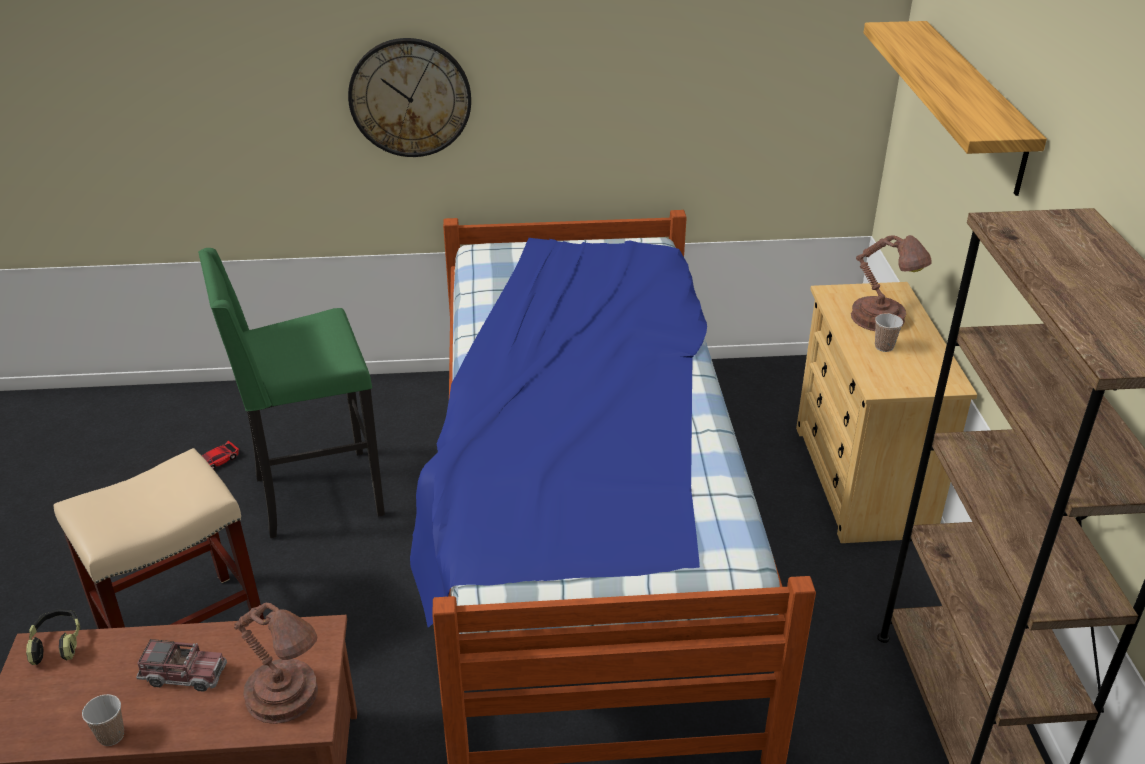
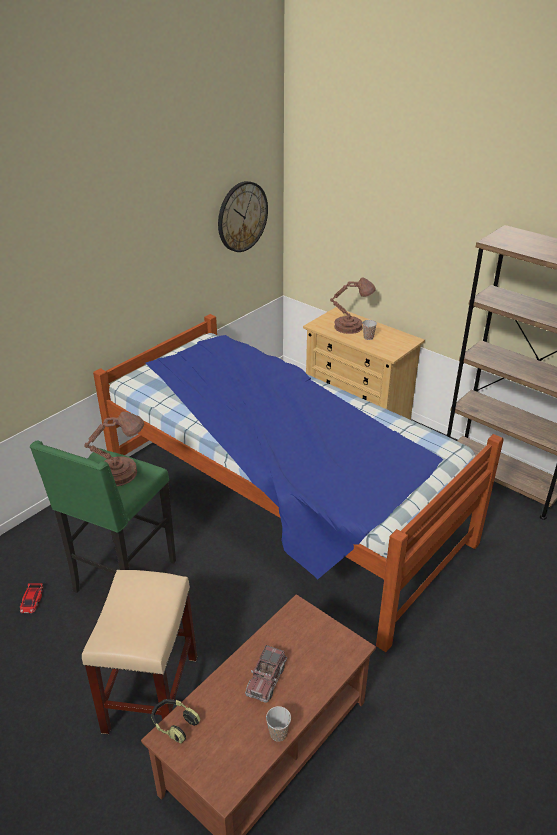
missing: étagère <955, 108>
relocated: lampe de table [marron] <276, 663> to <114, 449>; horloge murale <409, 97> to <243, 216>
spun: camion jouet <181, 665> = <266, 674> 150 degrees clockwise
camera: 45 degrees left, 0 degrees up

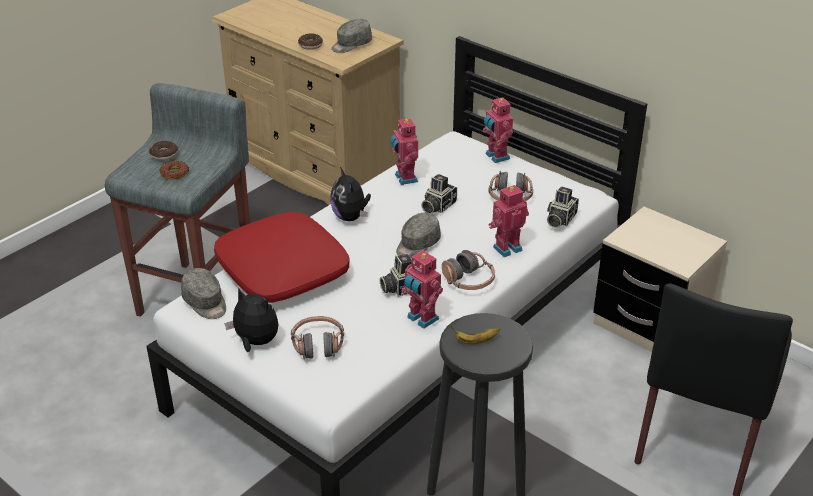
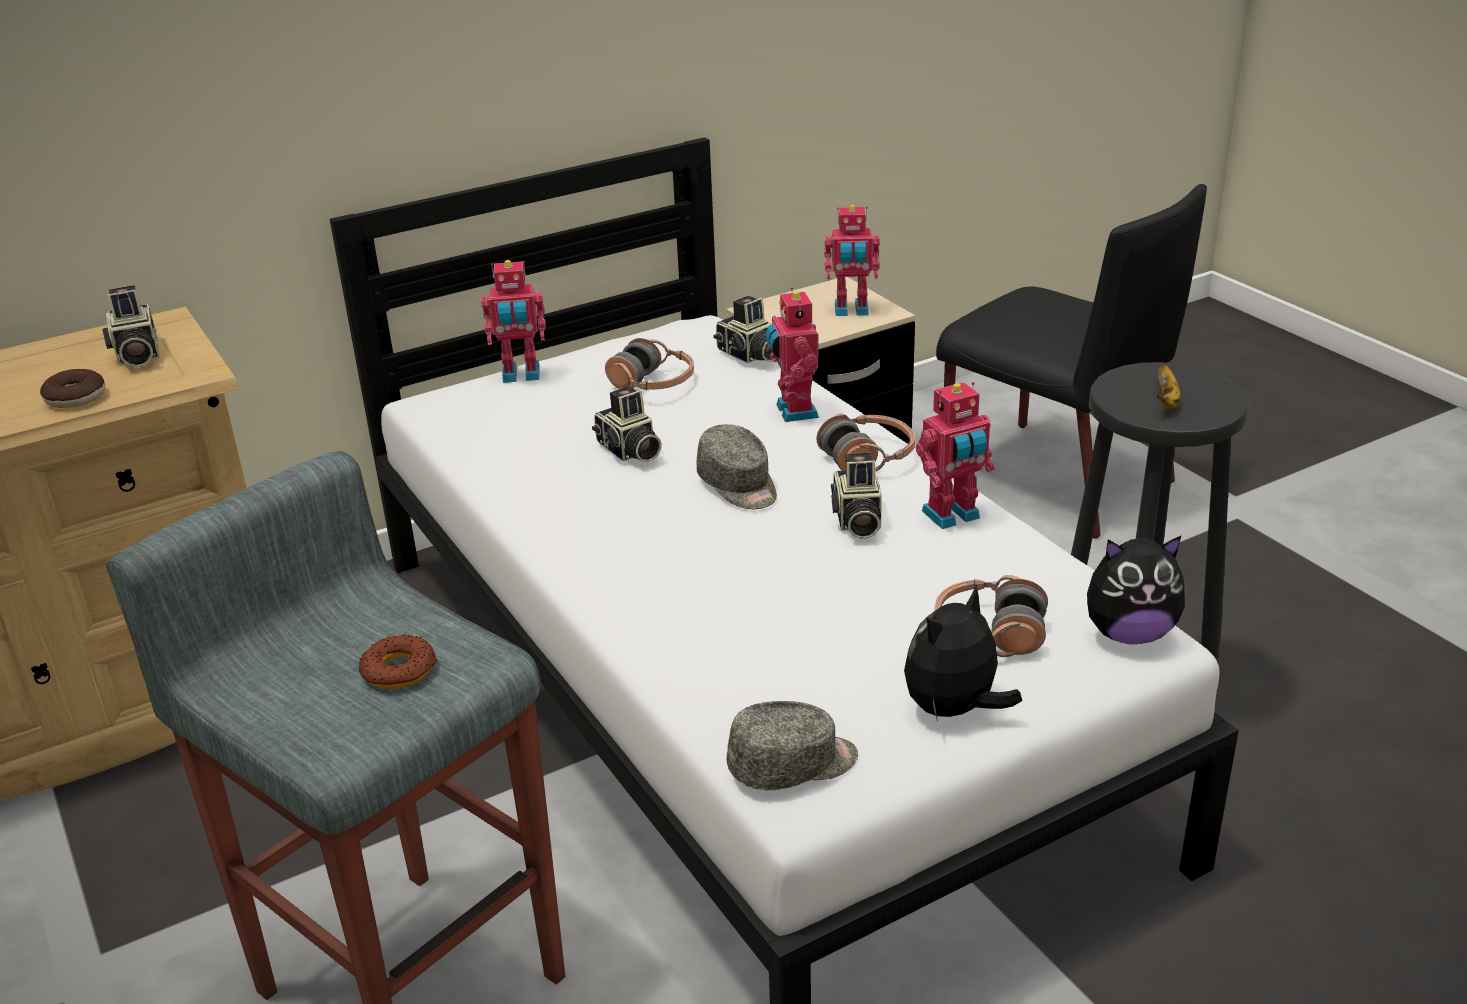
missing: beignet <163, 151>; coussin [rouge] <282, 257>
relocated: peluche <350, 194> to <1136, 590>; robot jouet <404, 150> to <852, 260>
exchanged: casquette [gris] <351, 36> to appareil photo <131, 326>
camera: 70 degrees left, 5 degrees down

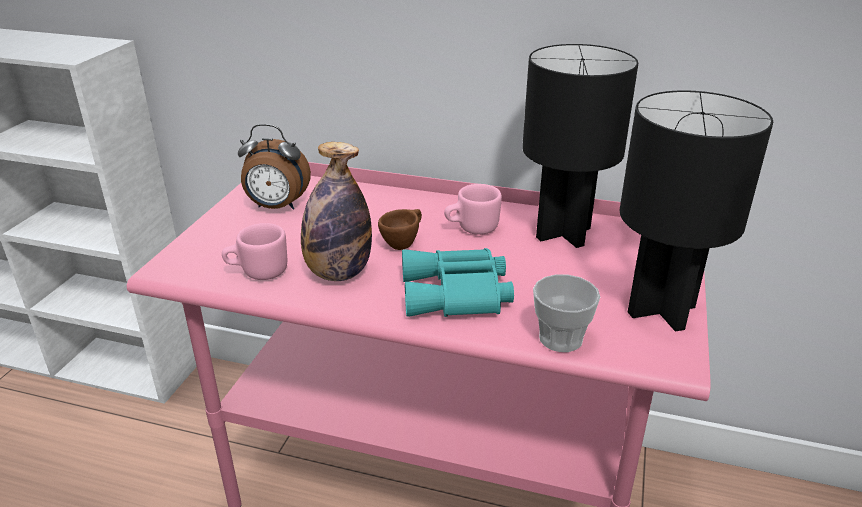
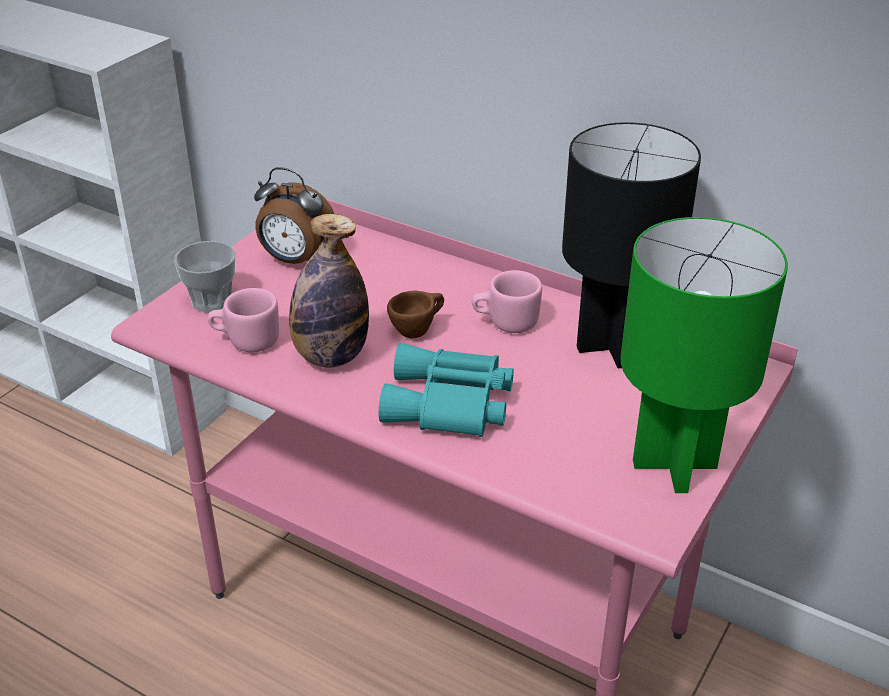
relocated: tasse <566, 313> to <205, 276>
colour: lampe de table [noir] <696, 211> to lampe de table [vert] <704, 355>
camera: 15 degrees right, 5 degrees up

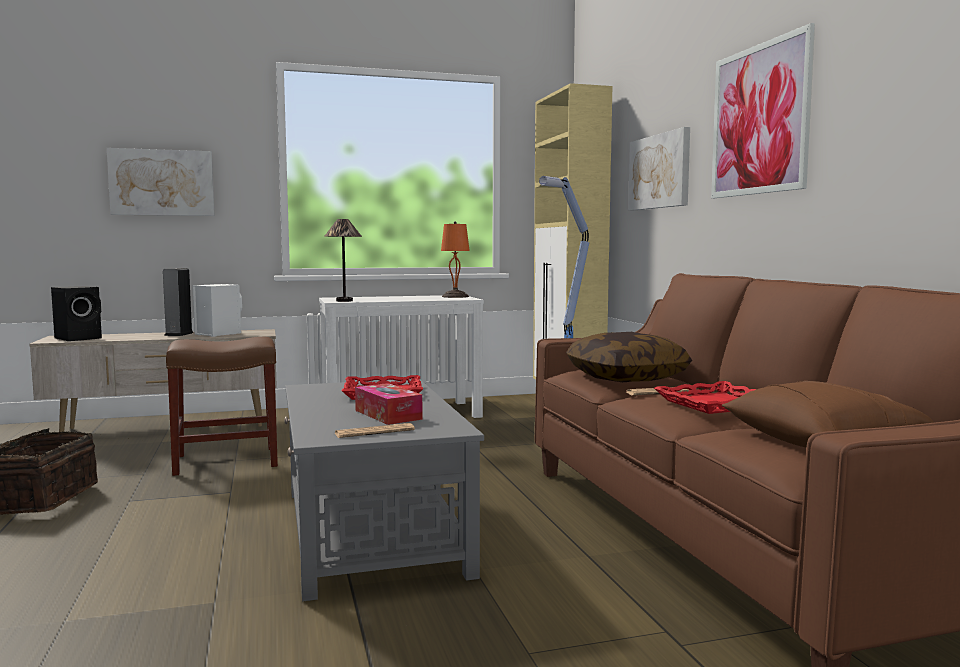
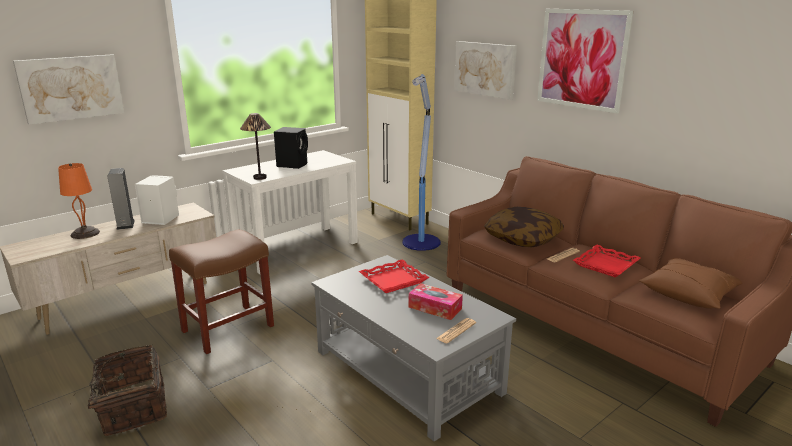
relocated: enceinte [noir] <76, 313> to <291, 148>; lampe de table [orange] <455, 259> to <79, 201>
camera: 25 degrees left, 15 degrees up

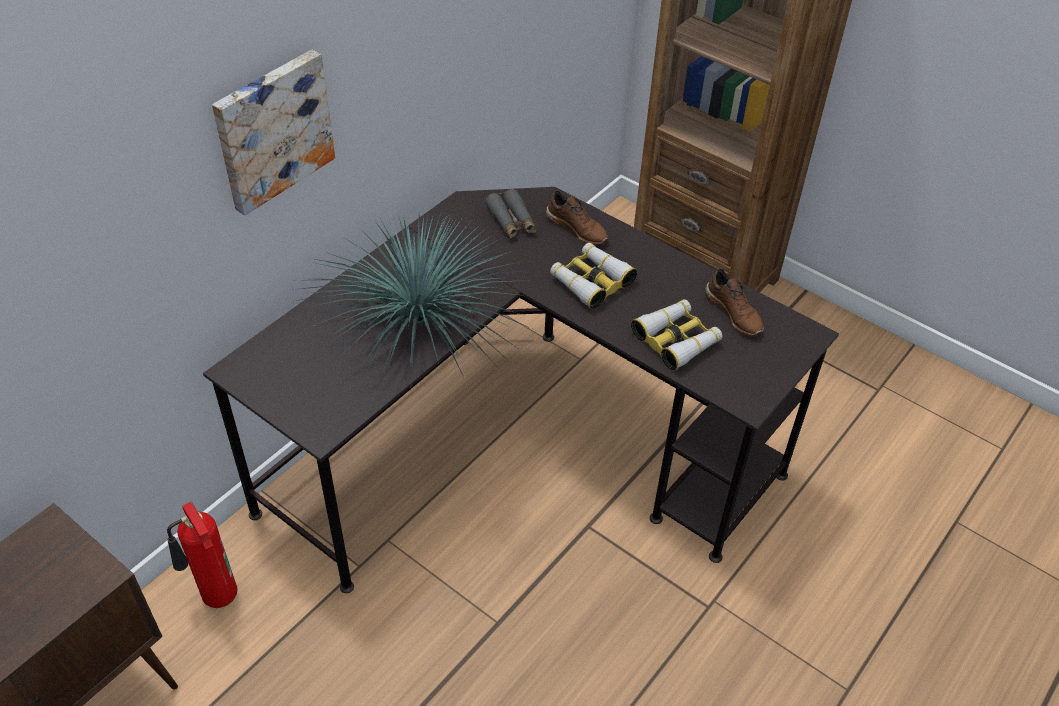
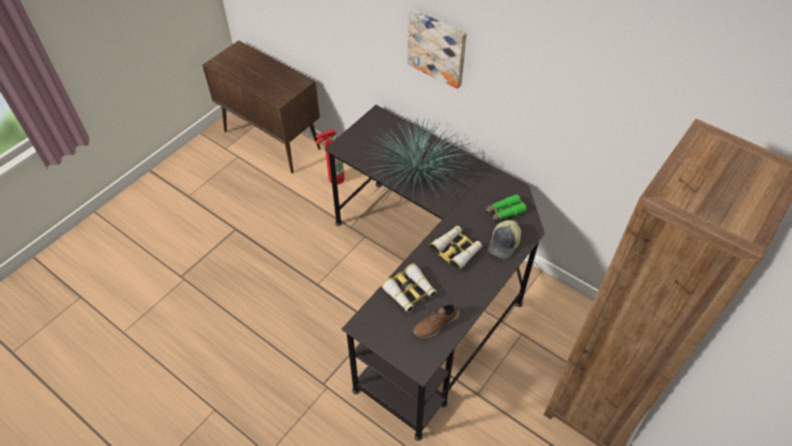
exchanged: chaussure [marron] <577, 217> to casquette <504, 239>
colour: jumelles [gris] <511, 214> to jumelles [vert] <506, 207>
camera: 90 degrees right, 5 degrees up

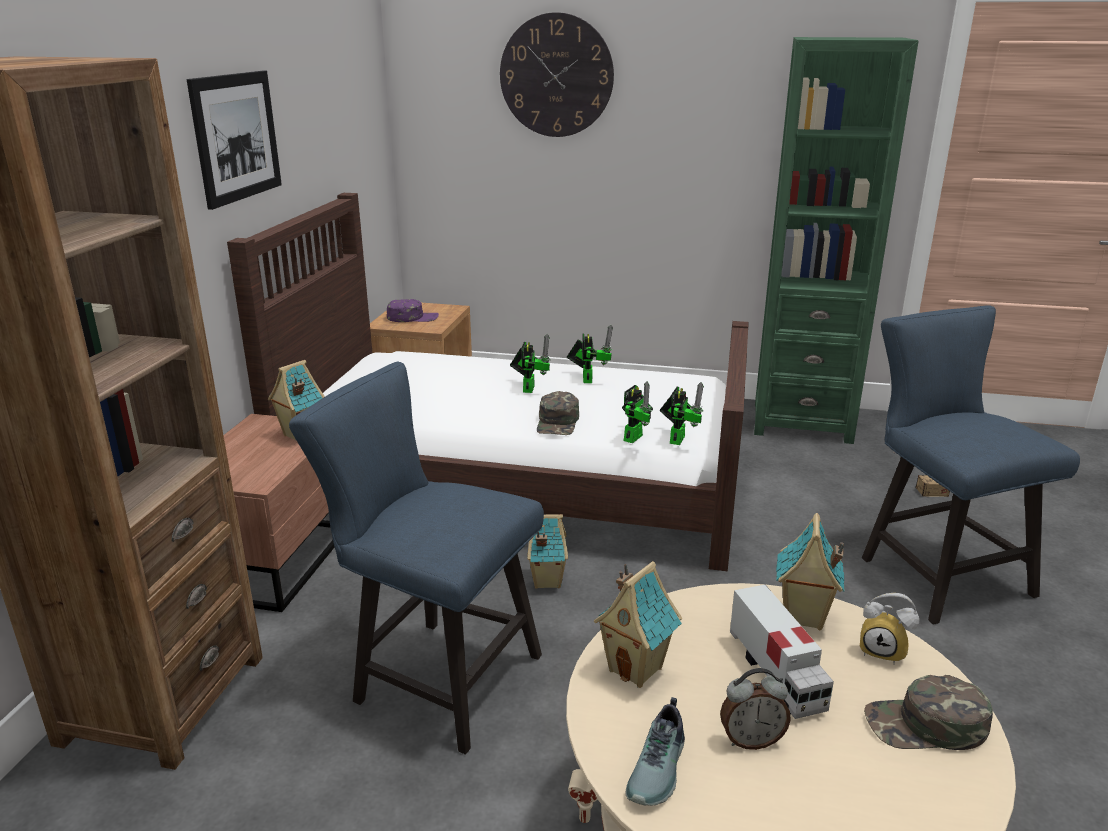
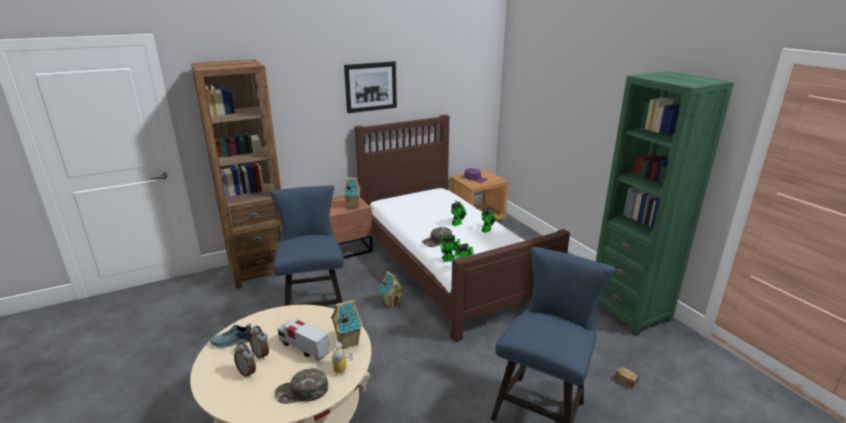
missing: horloge murale <557, 74>; maison miniature <638, 624>
appeared: réveil <245, 360>
spun: camion jouet <782, 652> = <304, 340> 90 degrees clockwise; casquette [vert] <928, 712> = <301, 386> 60 degrees counterclockwise
camera: 50 degrees right, 0 degrees up

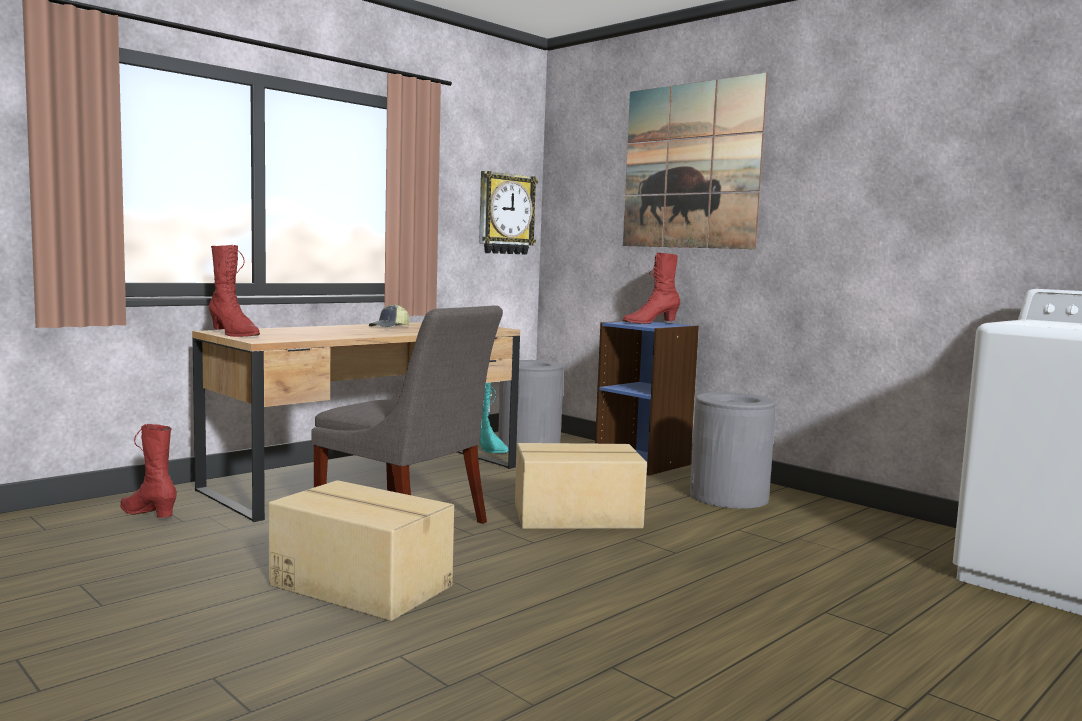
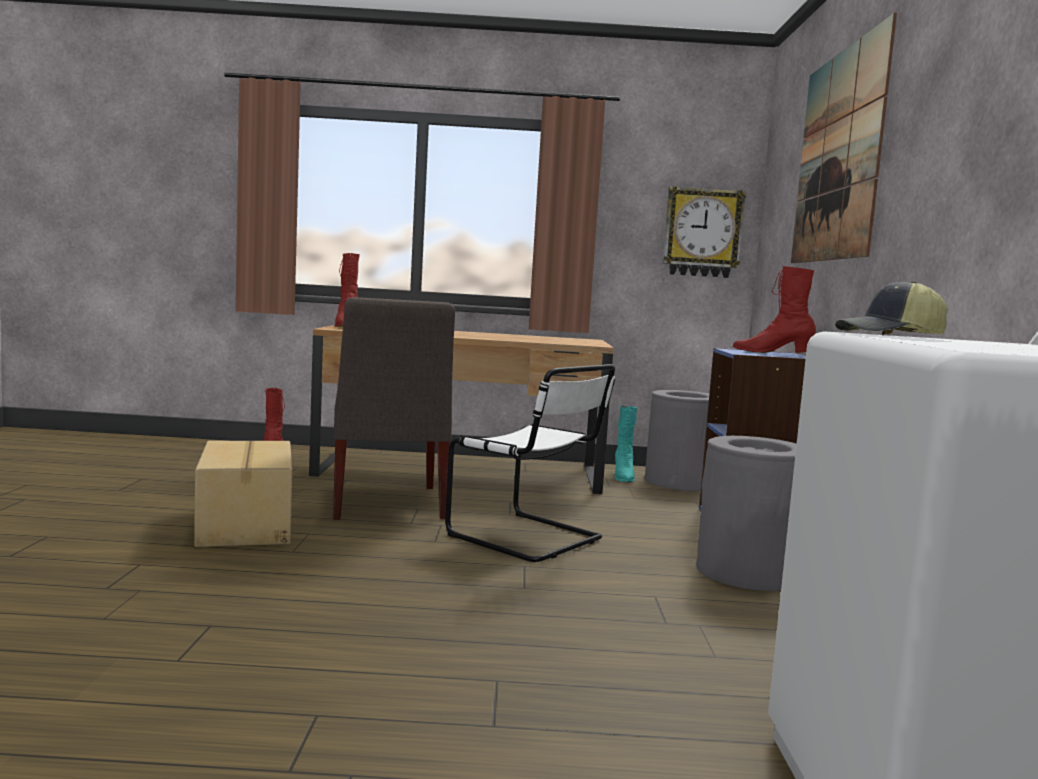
relocated: casquette <389, 316> to <891, 308>
exchanged: carton <581, 486> to chaise [blanc] <530, 463>
camera: 45 degrees right, 0 degrees up

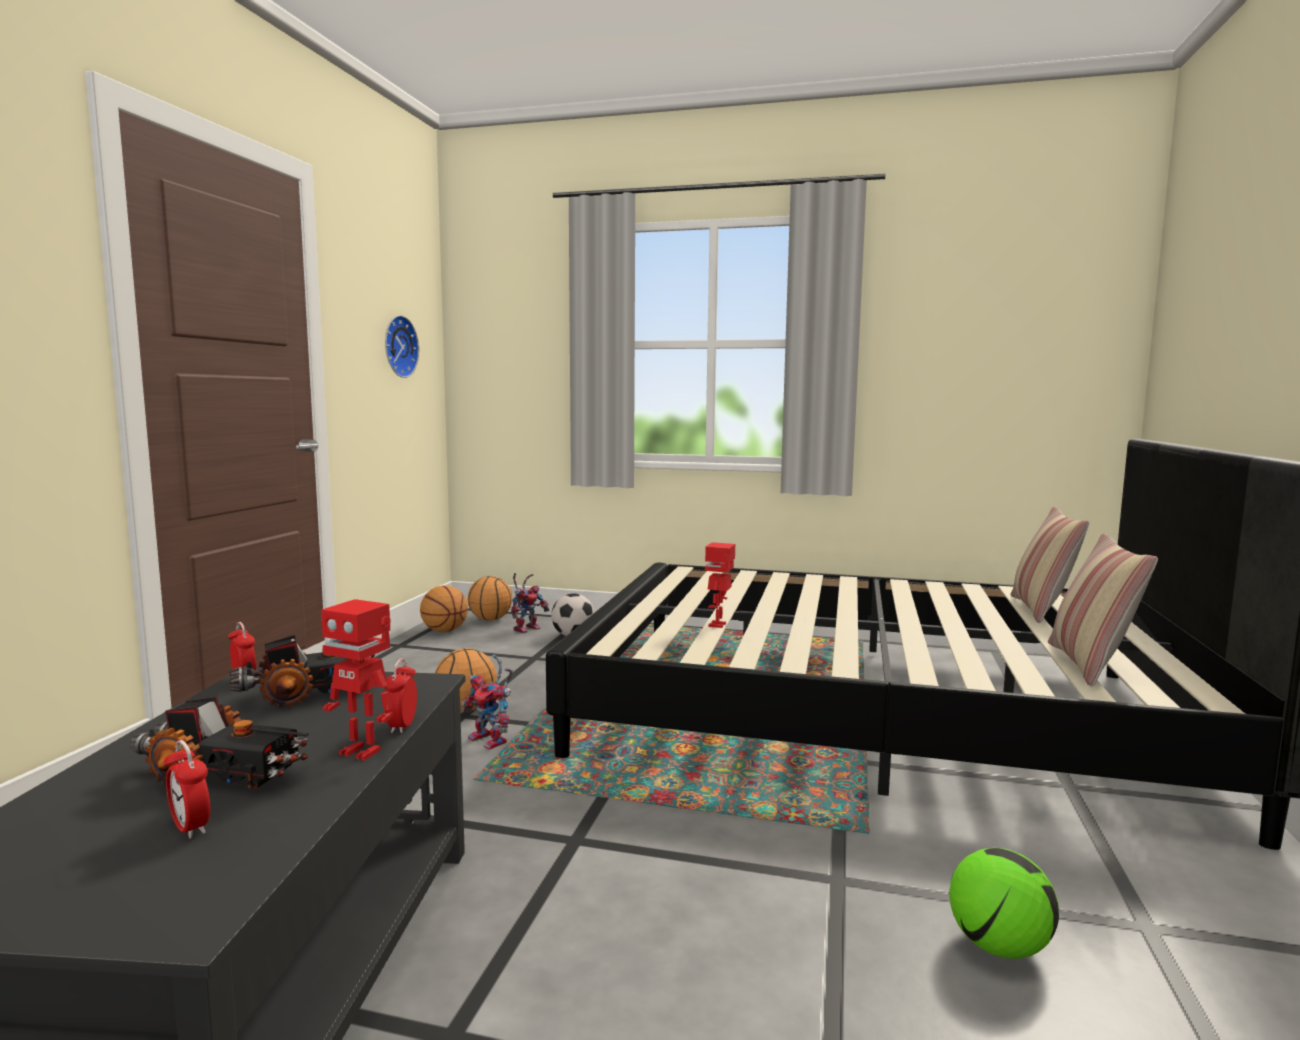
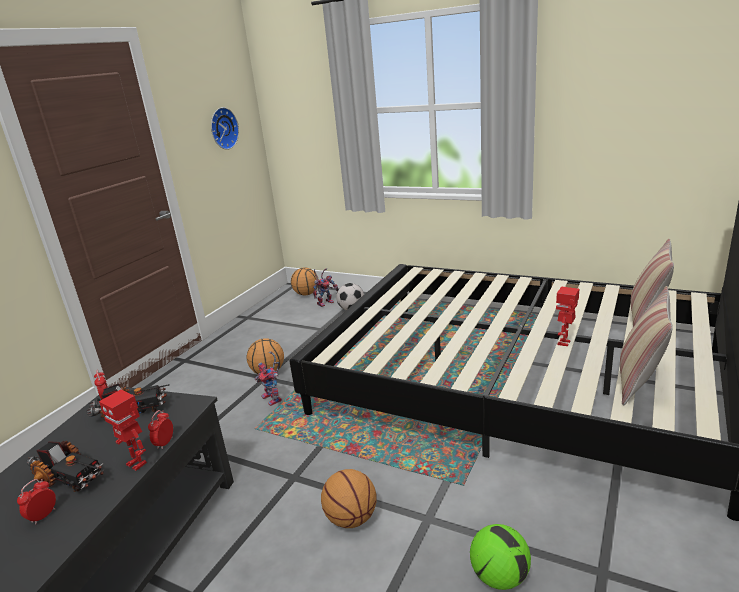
relocated: ballon de basket <444, 608> to <348, 498>; robot jouet <720, 585> to <567, 316>
spun: réveil <186, 789> = <36, 502> 60 degrees clockwise
camera: 15 degrees right, 15 degrees up

